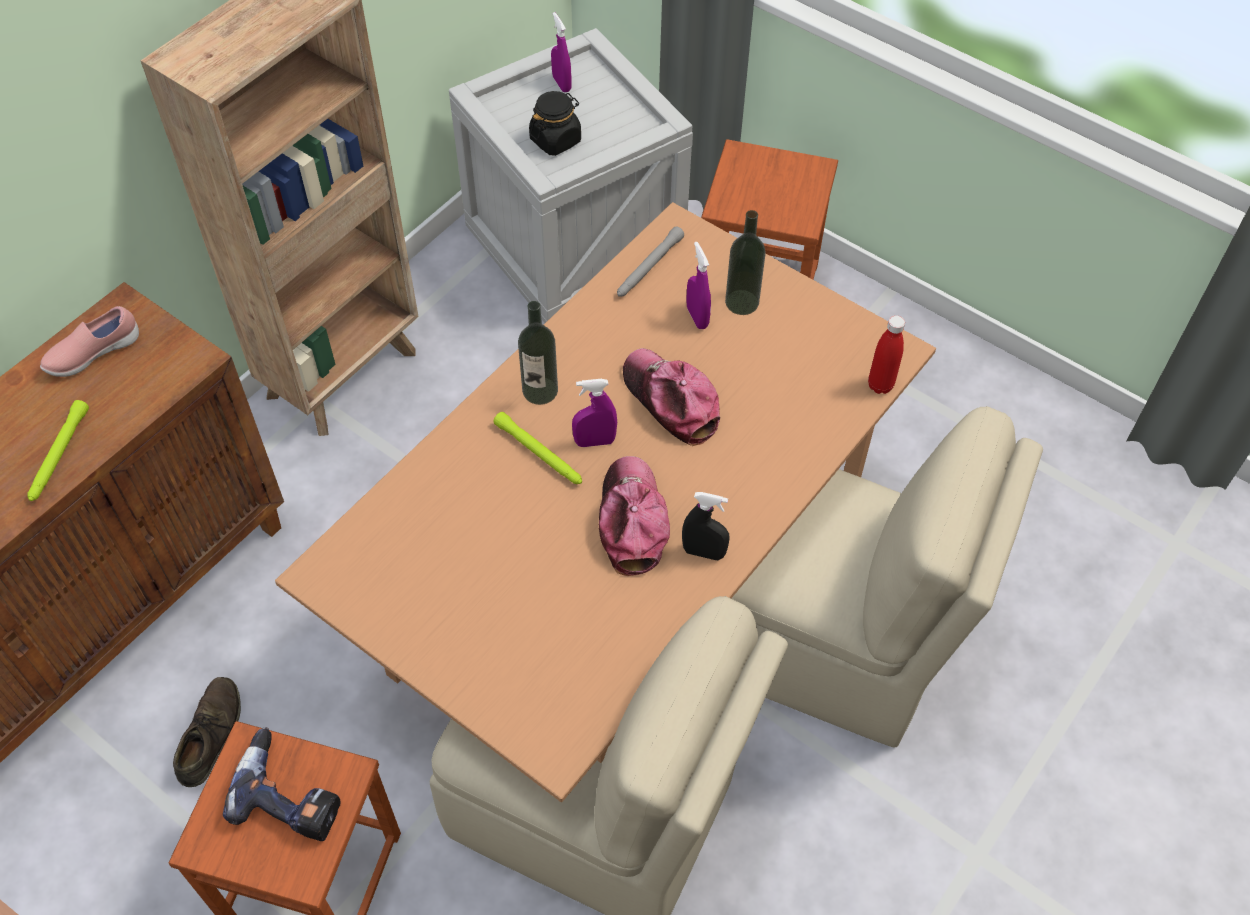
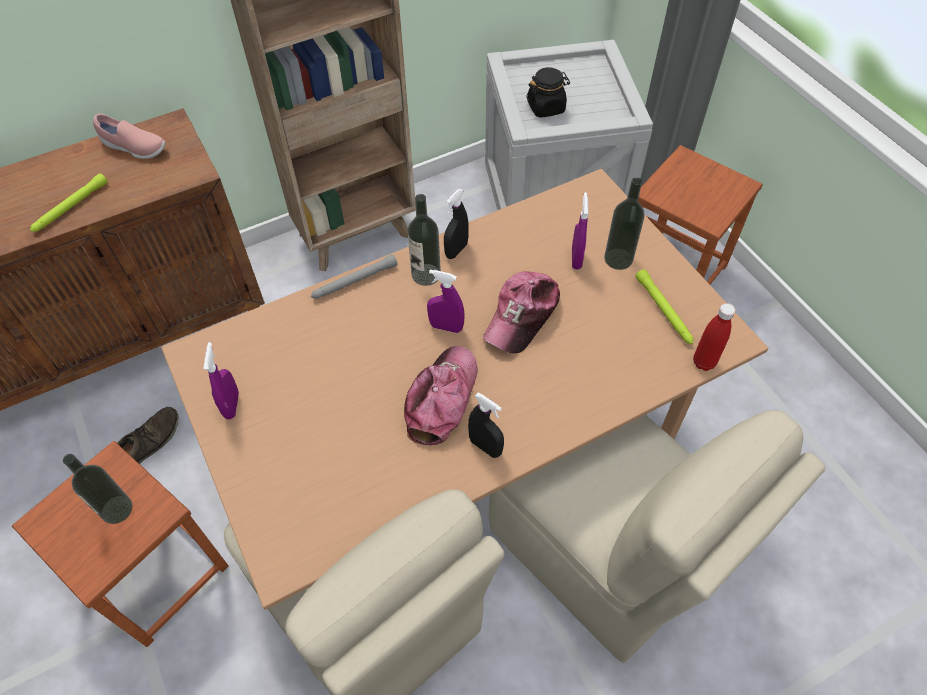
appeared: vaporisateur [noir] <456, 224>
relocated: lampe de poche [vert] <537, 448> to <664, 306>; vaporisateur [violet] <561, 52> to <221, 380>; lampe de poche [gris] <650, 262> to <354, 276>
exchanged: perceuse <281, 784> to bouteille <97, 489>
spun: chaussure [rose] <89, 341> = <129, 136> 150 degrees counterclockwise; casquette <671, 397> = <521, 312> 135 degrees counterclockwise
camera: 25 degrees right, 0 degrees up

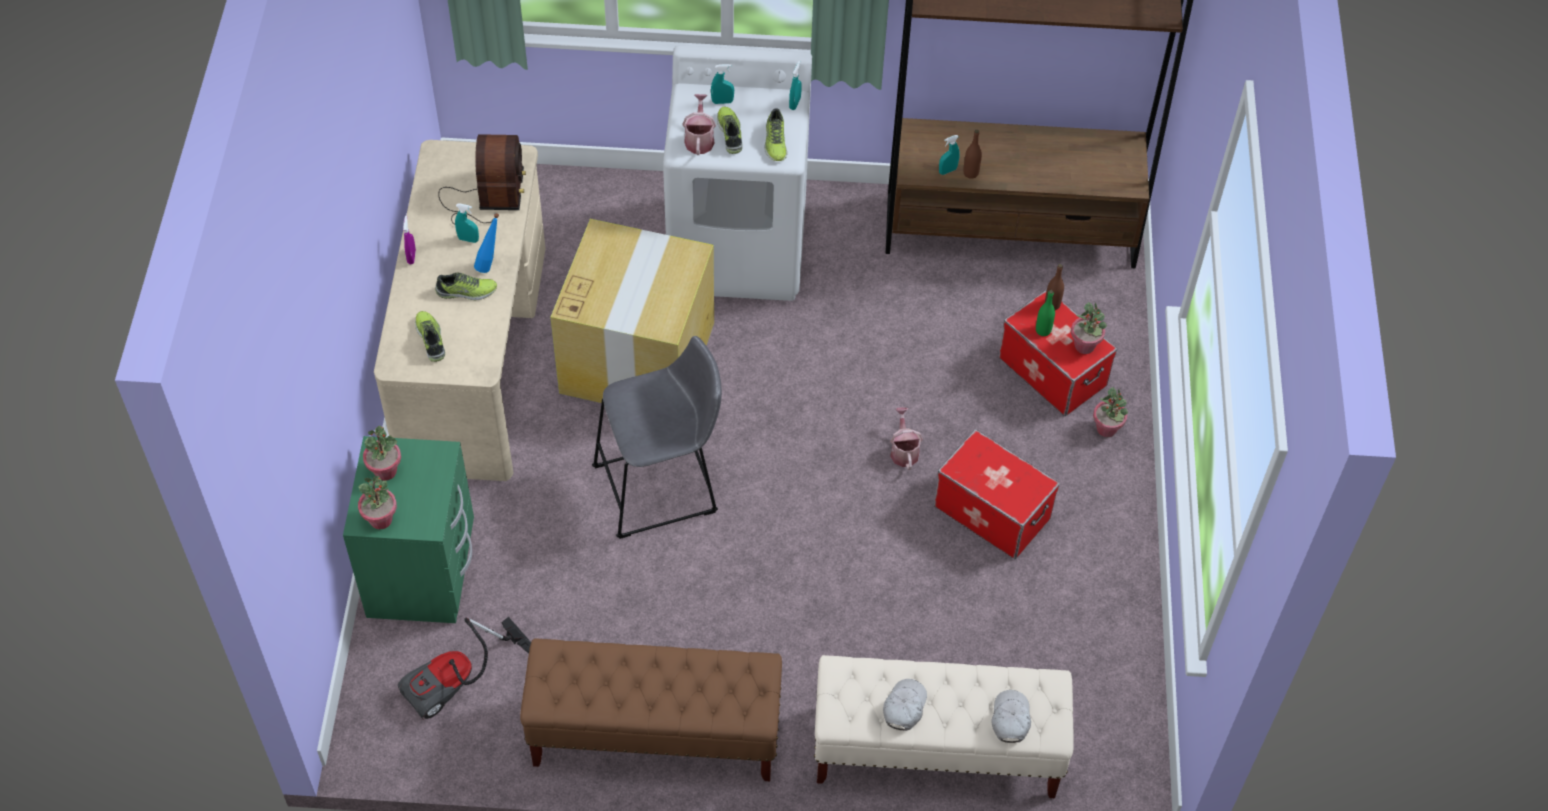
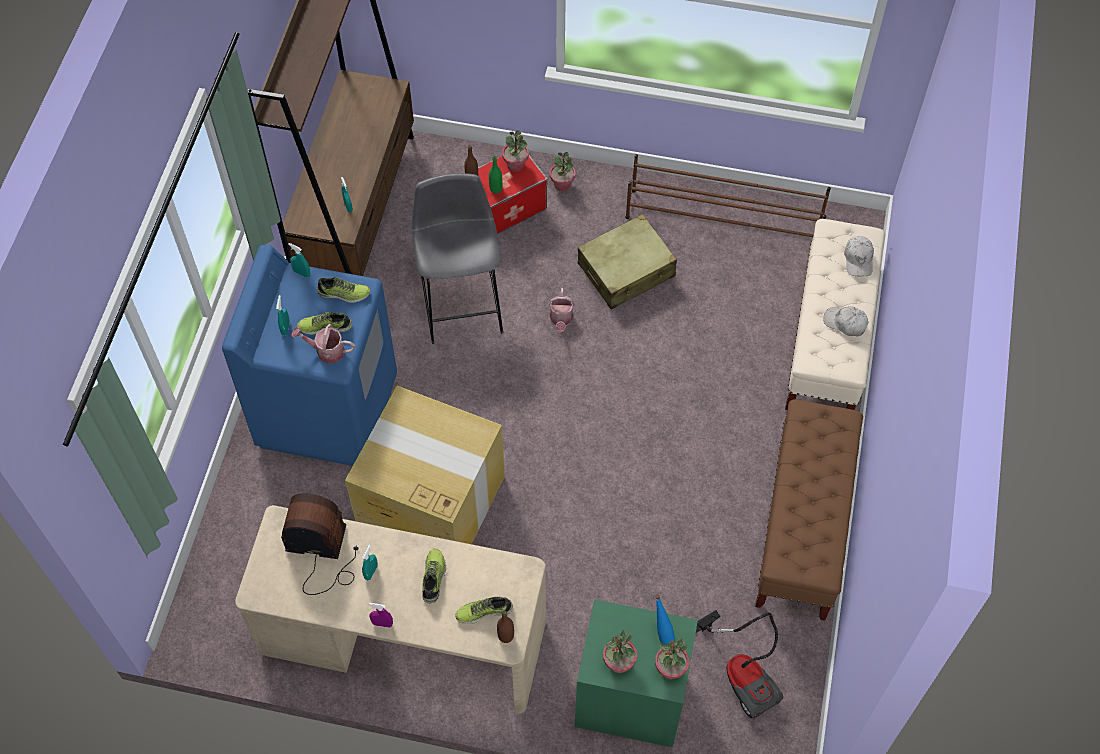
appeared: étagère à chaussures [marron] <728, 195>
relocated: bouteille [bleu] <486, 243> to <665, 619>; tabouret [gris] <657, 437> to <457, 258>; bouteille [marron] <972, 154> to <505, 627>
exchanged: boîte de rangement <997, 494> to valise [beige] <627, 261>
colour: lave-linge [blanc] <737, 173> to lave-linge [bleu] <309, 355>
spun: arrosoir <906, 438> = <561, 310> 90 degrees counterclockwise; casquette [blanc] <1011, 716> = <859, 256> 105 degrees counterclockwise
camera: 80 degrees left, 5 degrees up

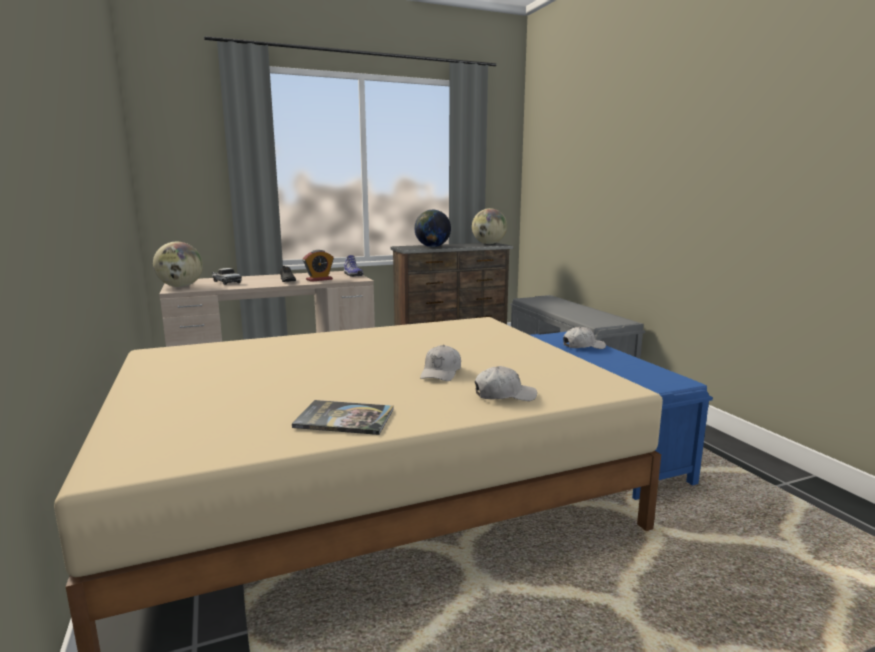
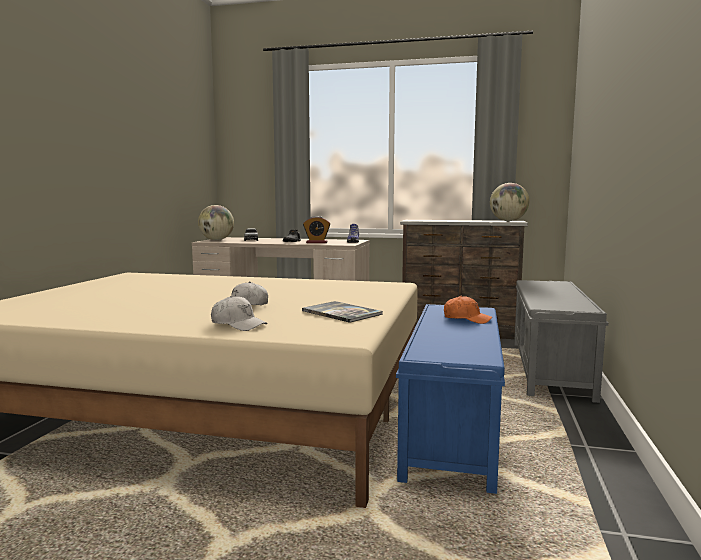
missing: globe <432, 228>
relocated: livre <343, 417> to <342, 312>
colour: casquette [blanc] <584, 337> to casquette [orange] <468, 310>
camera: 35 degrees right, 5 degrees down

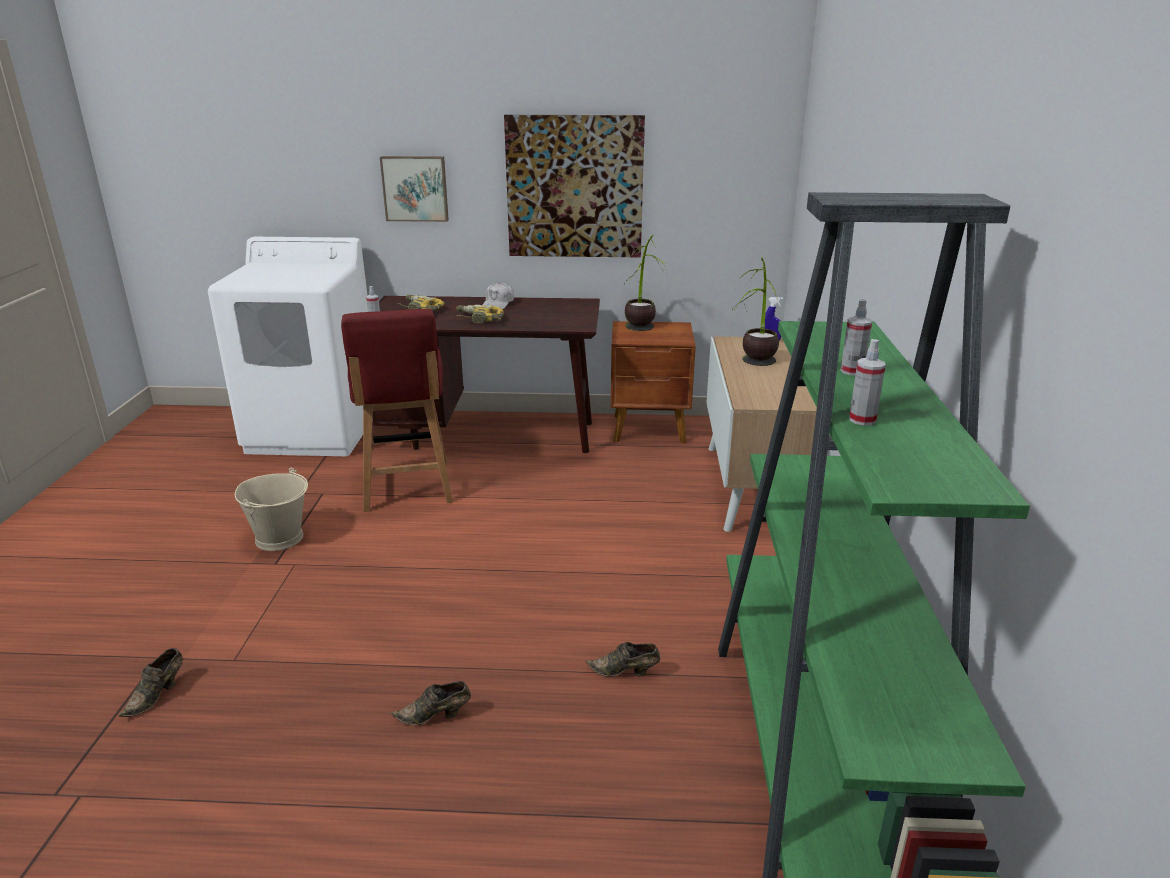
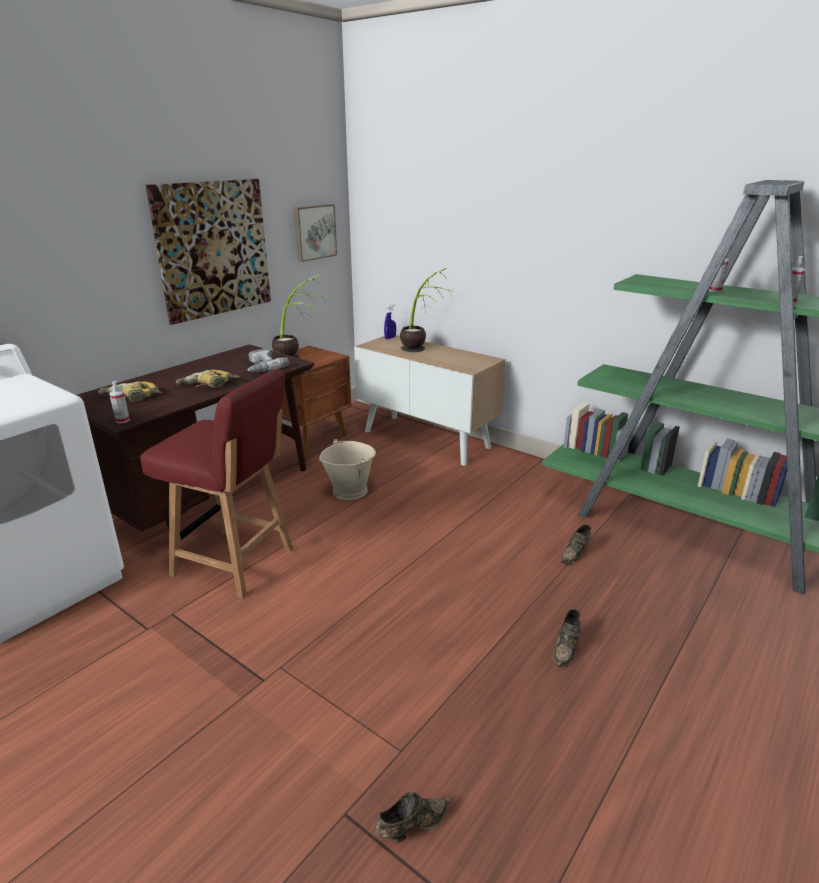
missing: casquette [blanc] <498, 295>
appeared: perceuse <268, 360>
relocated: seau [beige] <271, 509> to <347, 469>; tableau <414, 189> to <315, 233>
spun: chaussure [marron] <151, 682> = <413, 817> 90 degrees counterclockwise
camera: 55 degrees left, 0 degrees up

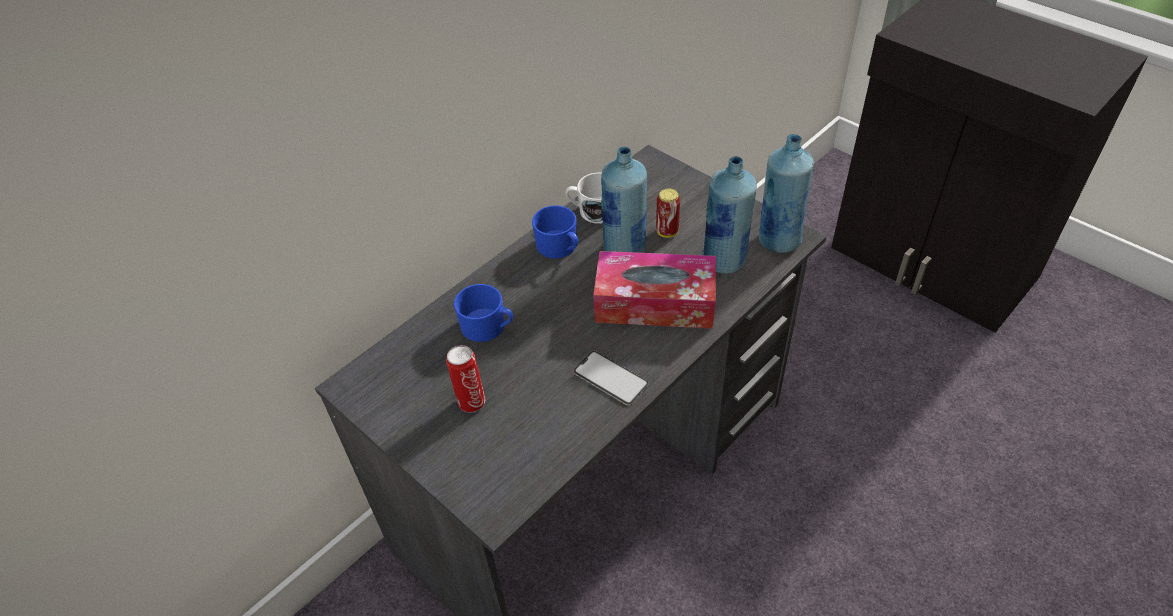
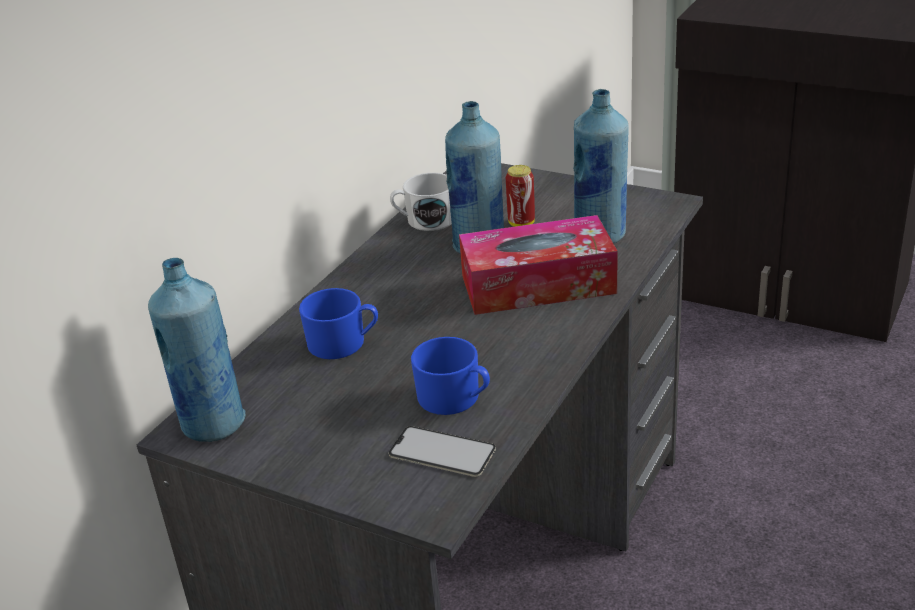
missing: boîte métallique <465, 379>
relocated: mug [bleu] <555, 232> to <450, 376>; téléphone <611, 378> to <442, 451>; bouteille [bleu] <786, 193> to <196, 350>
camera: 15 degrees left, 15 degrees down

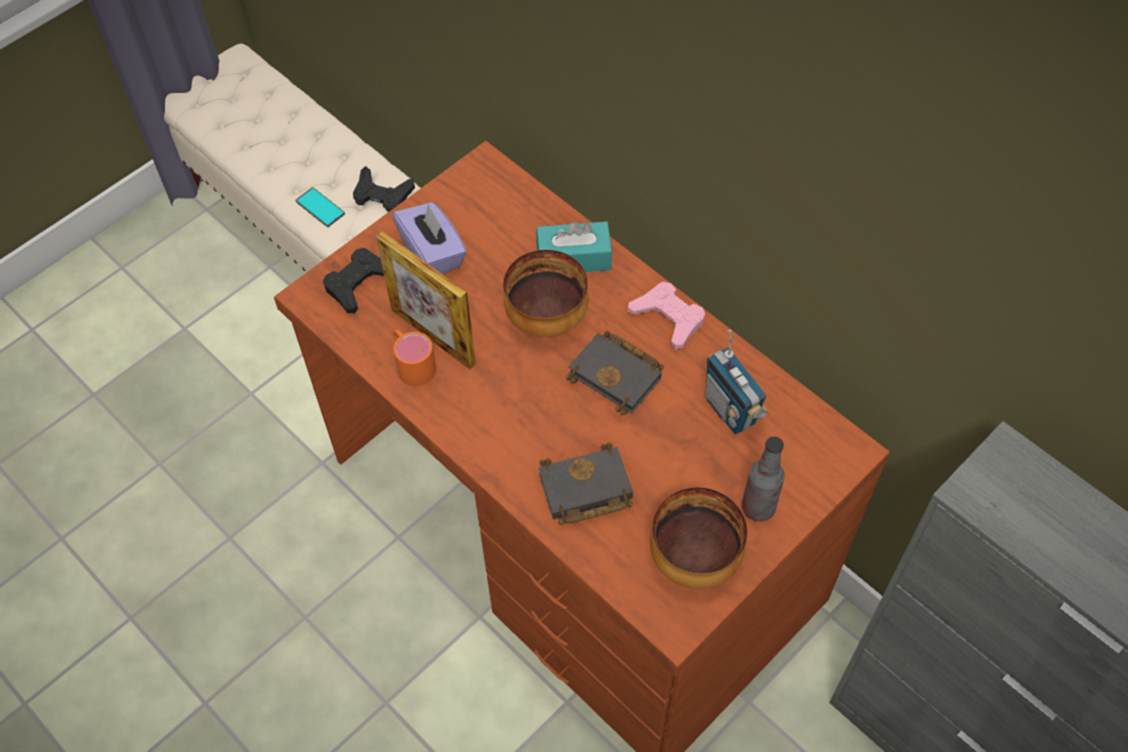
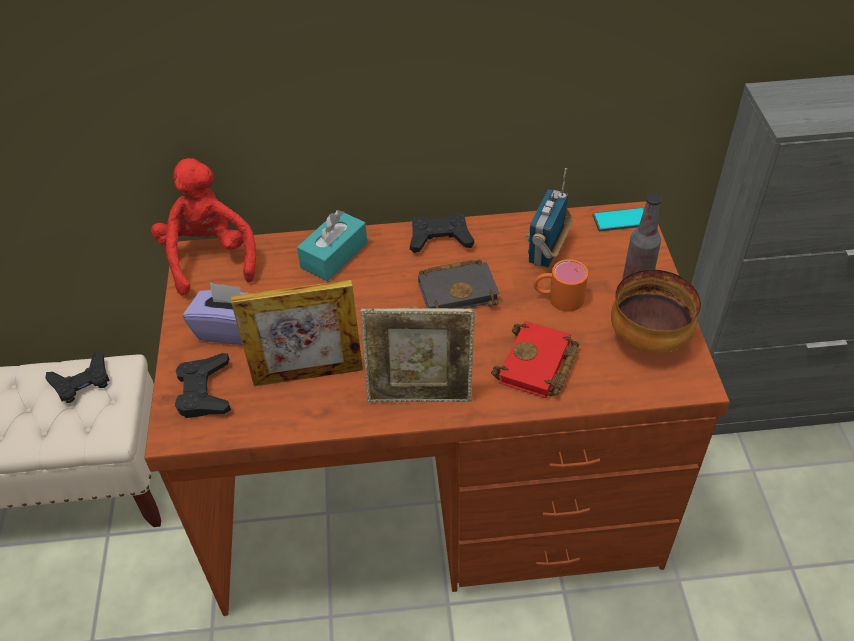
missing: bol <545, 293>
appeared: peluche [rouge] <203, 227>; cadre photo <418, 354>
relocated: téléphone <320, 207> to <618, 219>; mug [orange] <414, 357> to <560, 285>
colour: livre [noir] <585, 483> to livre [rouge] <535, 359>; manette [rose] <666, 315> to manette [noir] <442, 233>
spun: radio <737, 382> = <549, 217> 105 degrees clockwise
camera: 50 degrees left, 10 degrees down

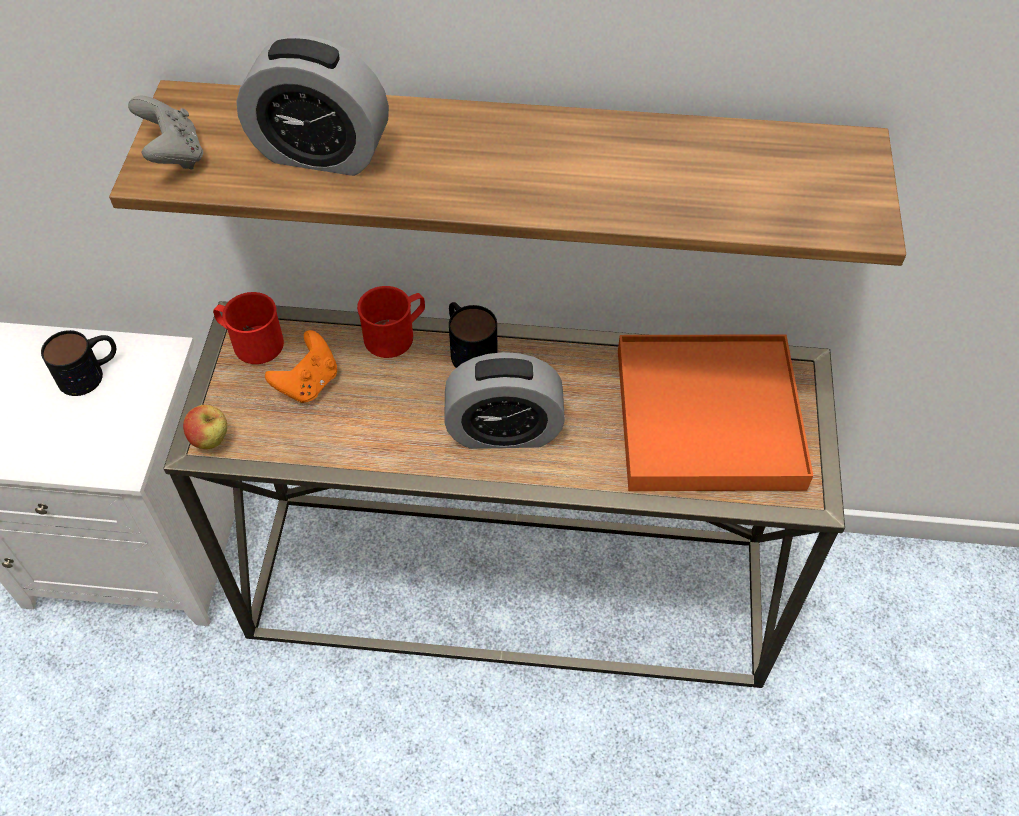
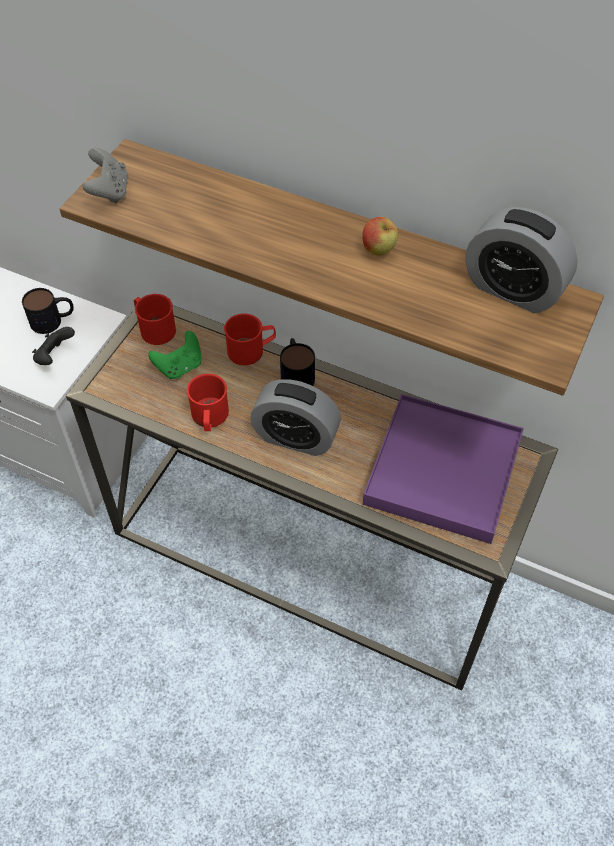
appeared: manette [noir] <53, 346>; mug [rouge] <208, 402>
relocated: pomme <205, 427> to <380, 236>; réveil <312, 105> to <521, 260>
colour: manette [orange] <301, 366> to manette [vert] <175, 355>; plateau [orange] <715, 412> to plateau [violet] <443, 469>
camera: 20 degrees right, 0 degrees up

